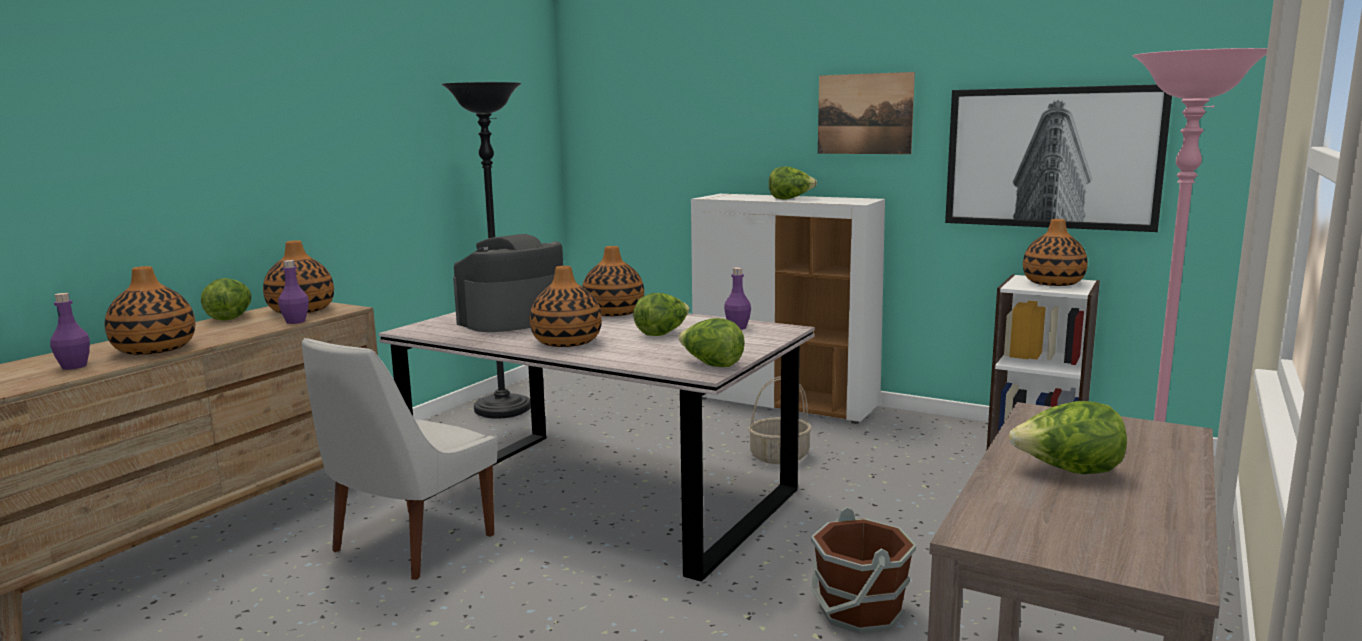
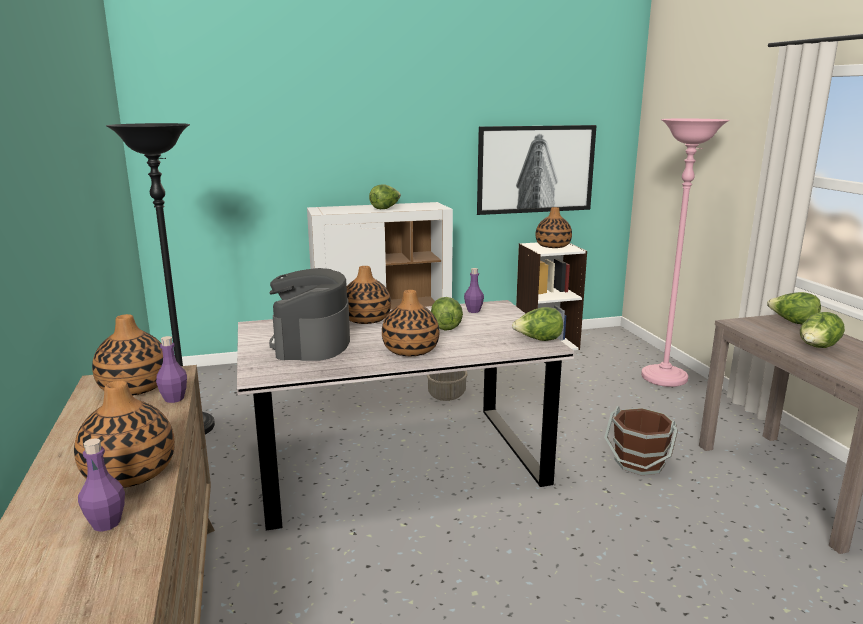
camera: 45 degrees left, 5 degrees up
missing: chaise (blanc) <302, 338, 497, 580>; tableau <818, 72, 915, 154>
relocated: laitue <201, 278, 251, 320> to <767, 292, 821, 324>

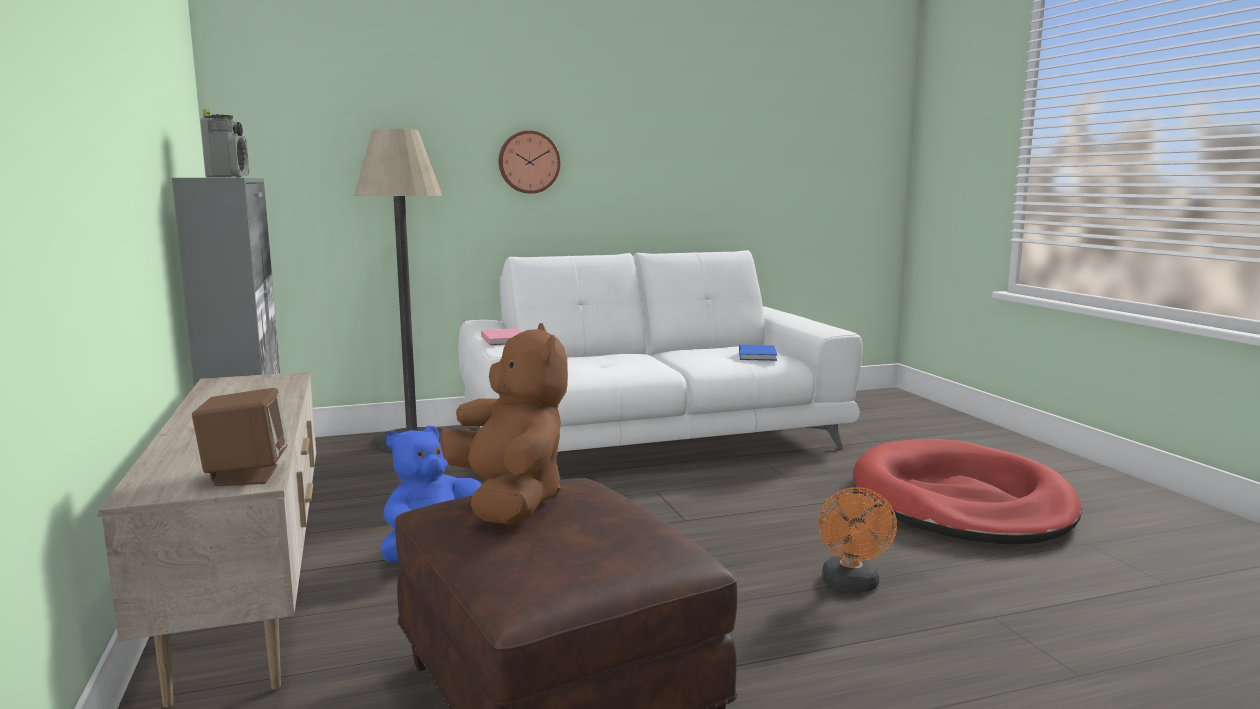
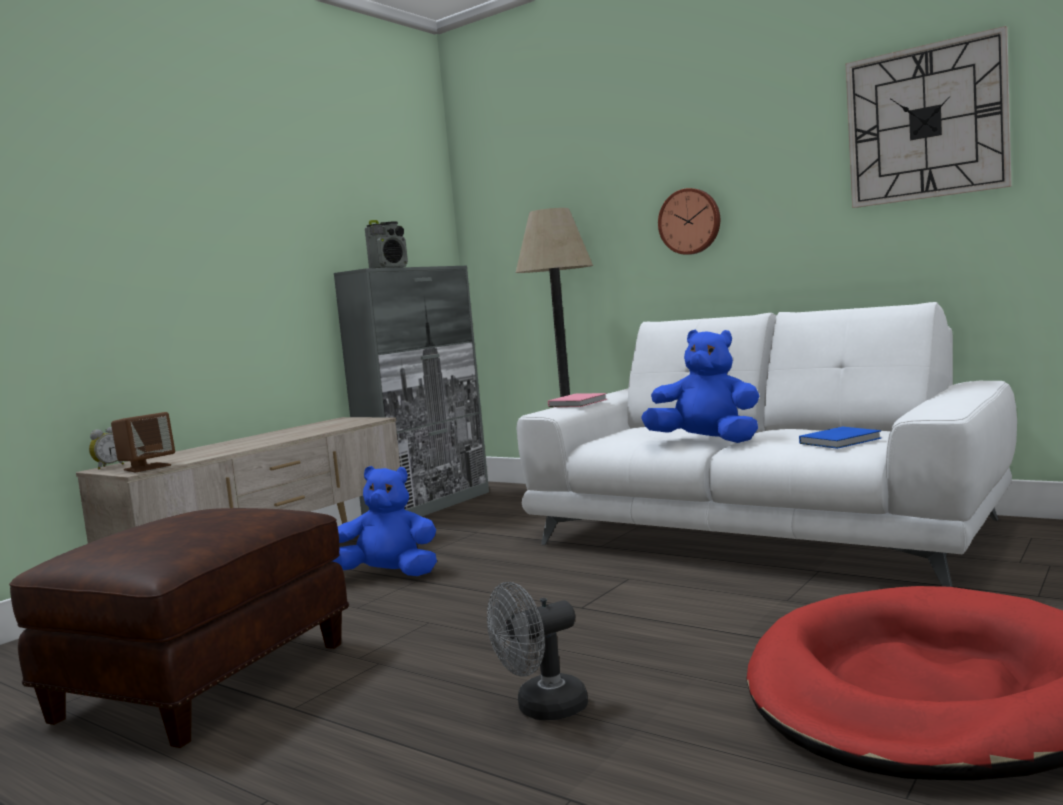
camera: 55 degrees right, 5 degrees down
missing: peluche (marron) <440, 323, 568, 525>
appeared: réveil <89, 427, 124, 469>; peluche (bleu) <641, 330, 759, 443>; horloge murale <846, 26, 1012, 208>
colour: ventilateur (orange) <818, 487, 897, 592> to ventilateur (gris) <487, 582, 588, 720>

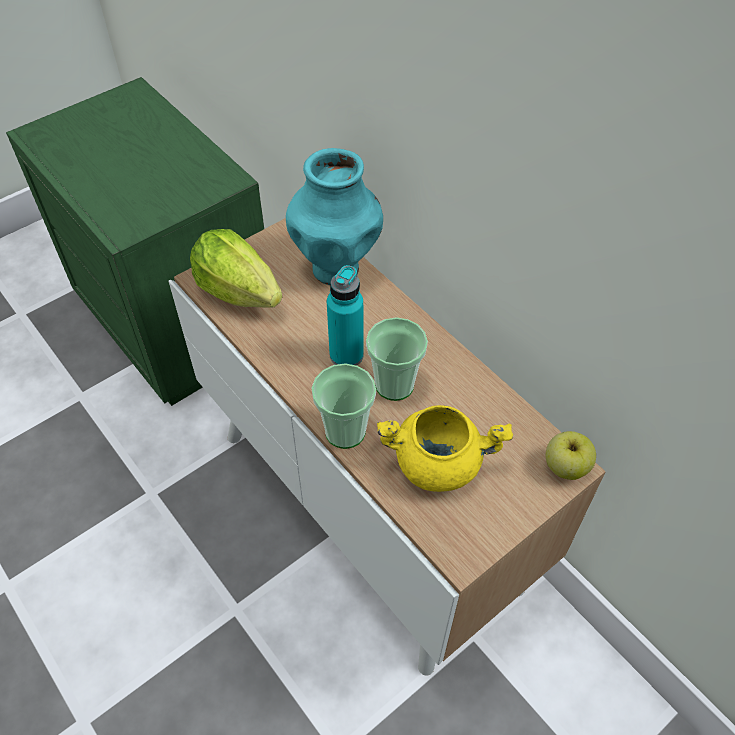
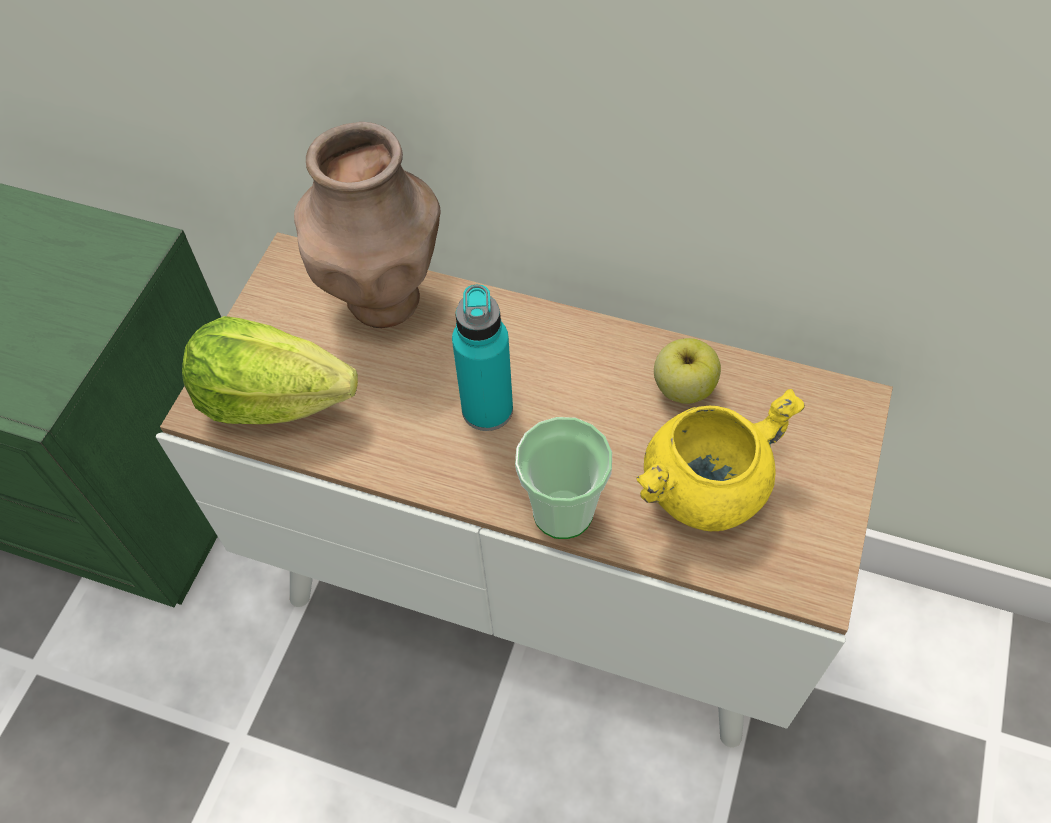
camera: 30 degrees left, 5 degrees up
missing: tasse <366, 317, 428, 401>
relocated: pomme <546, 431, 596, 480> to <654, 338, 721, 404>
colour: vase (turquoise) <286, 148, 383, 285> to vase (marron) <294, 122, 440, 328>

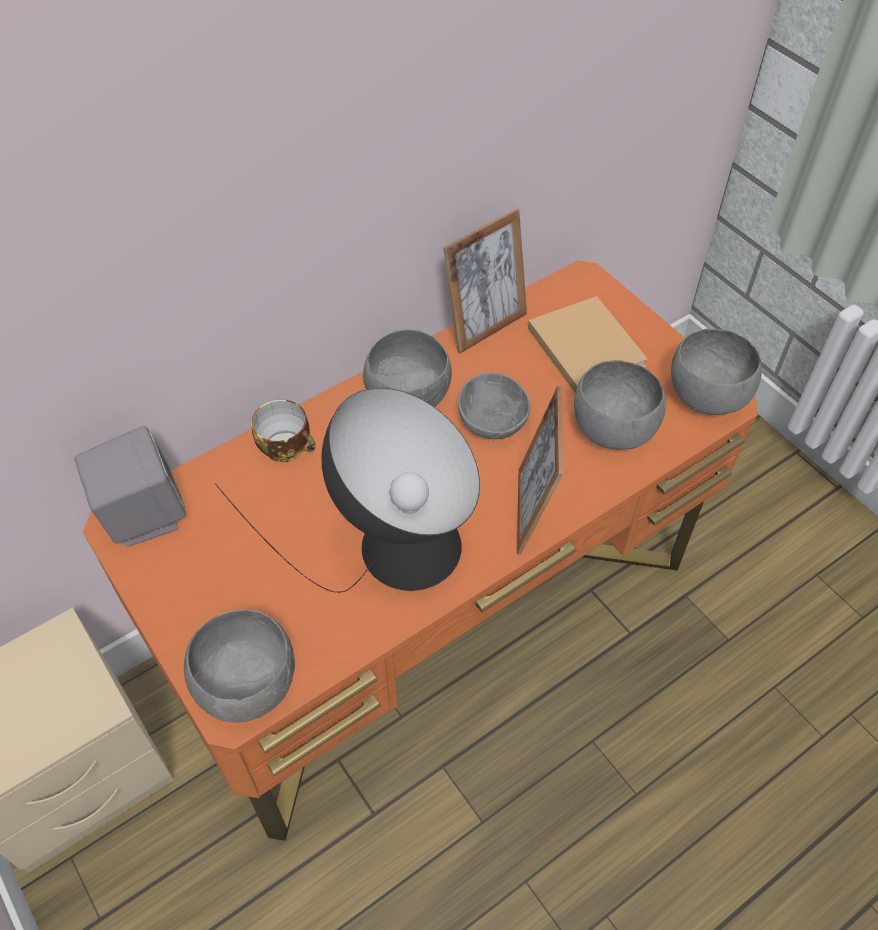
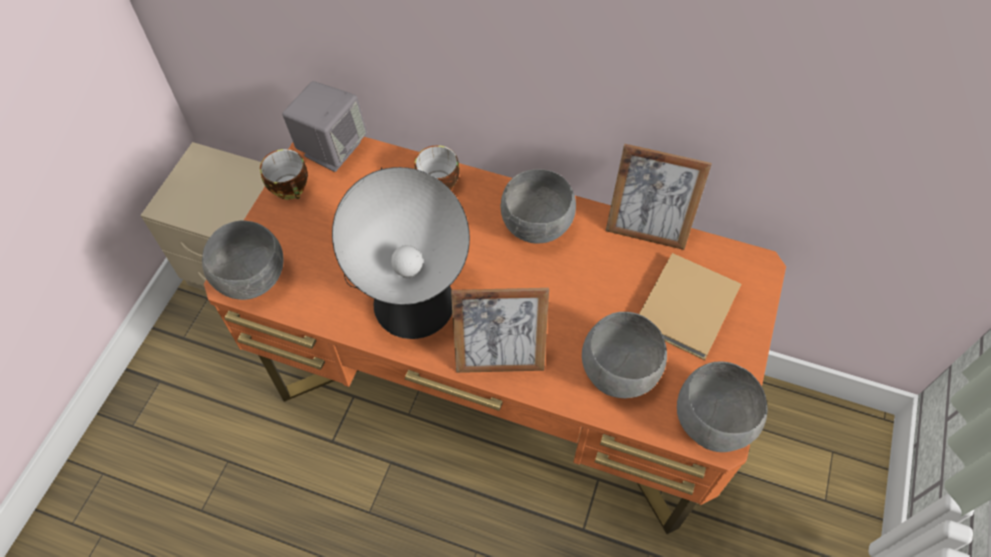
camera: 55 degrees right, 5 degrees up
missing: bol (gris) <458, 372, 531, 439>
appeared: tasse <260, 149, 308, 200>
spun: cadre photo <517, 385, 563, 555> = <451, 288, 549, 373> 150 degrees counterclockwise

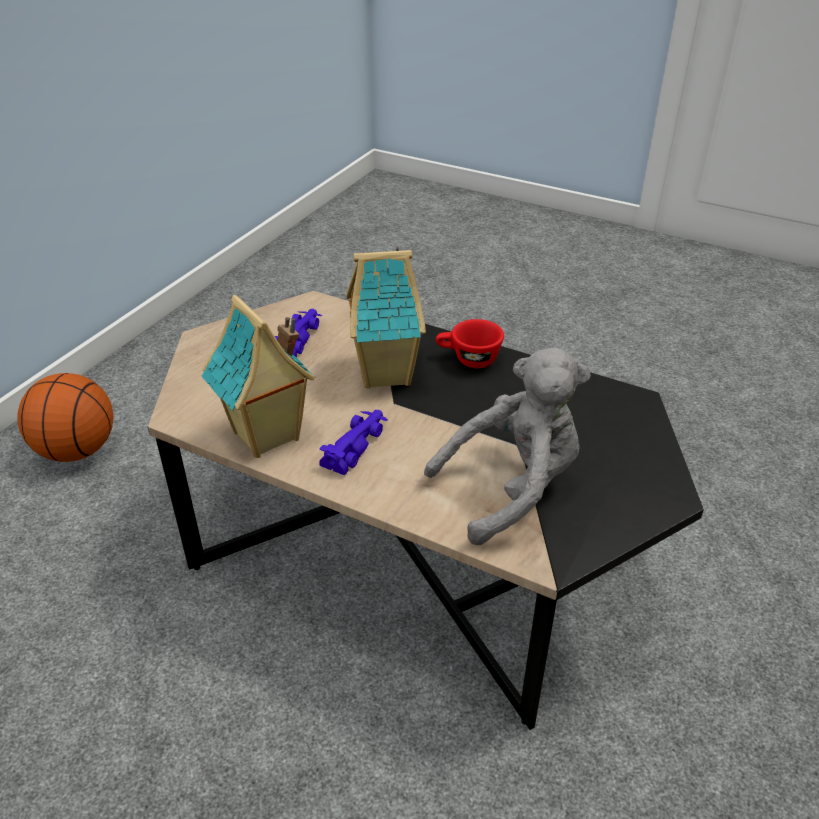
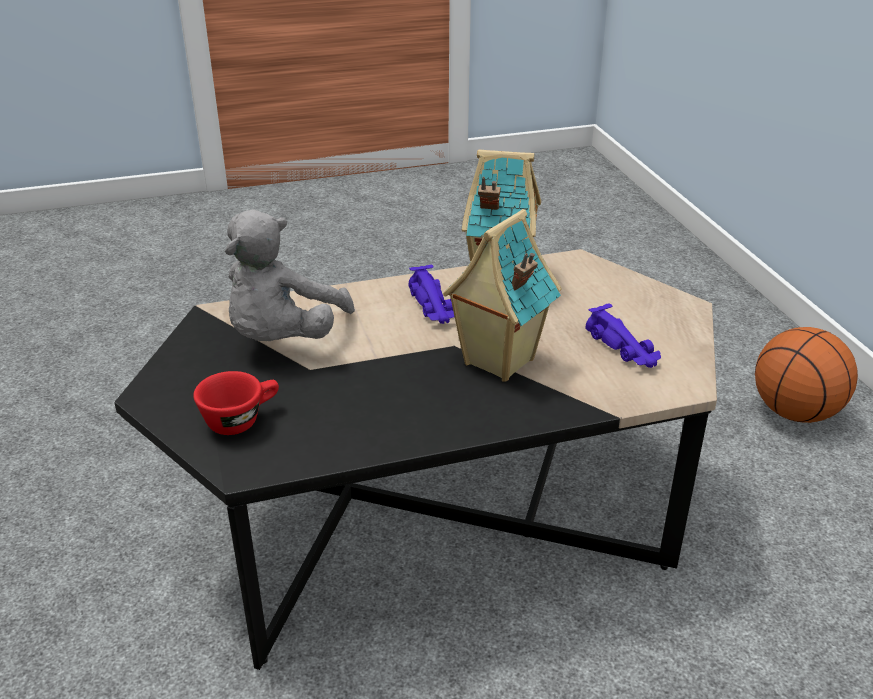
camera: 135 degrees right, 5 degrees down
relocated: tasse (rouge) <436, 319, 504, 368> to <193, 371, 279, 435>

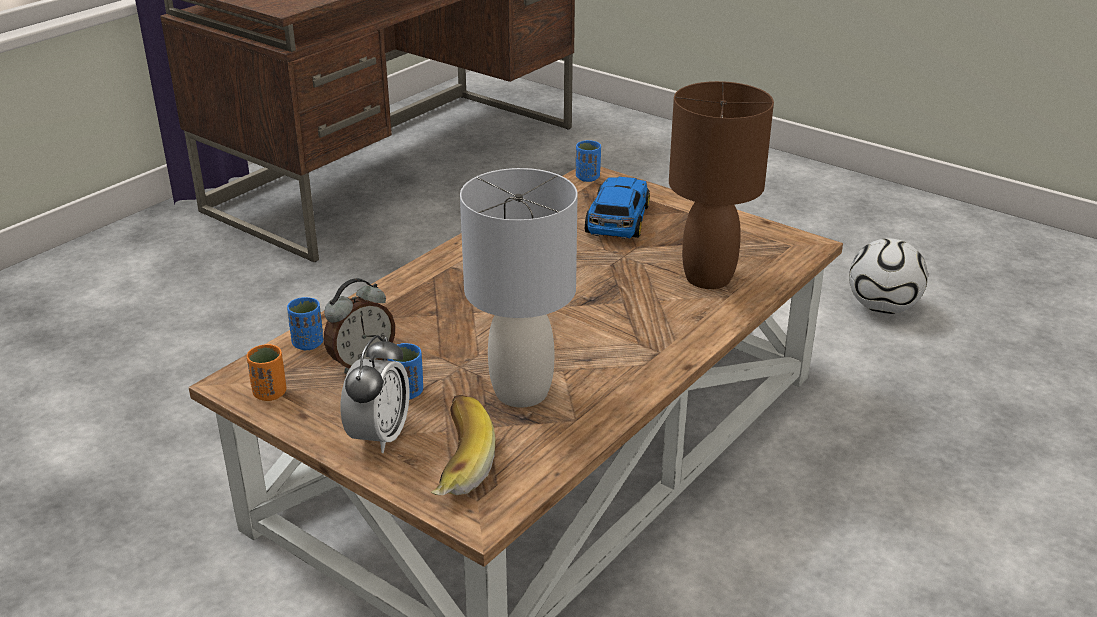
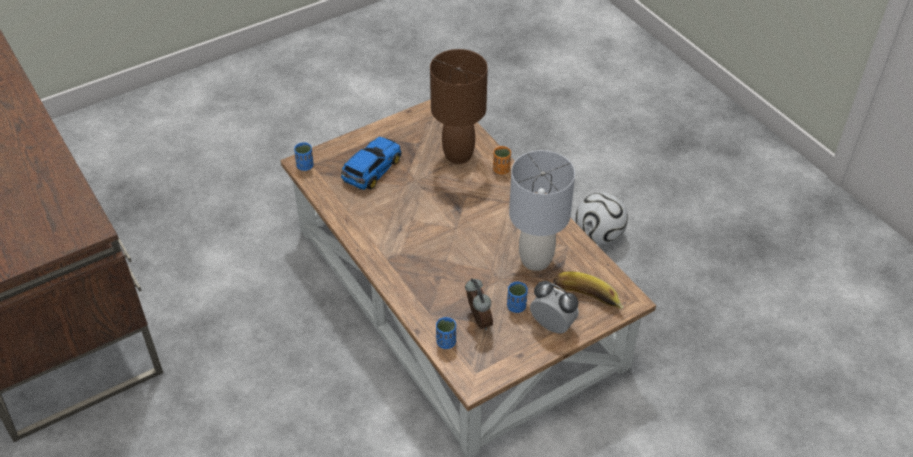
camera: 70 degrees left, 15 degrees up
relocated: tasse (orange) <247, 344, 286, 401> to <493, 146, 511, 175>; ballon de foot <849, 238, 928, 314> to <575, 192, 628, 244>
spun: petite voiture <585, 177, 650, 239> = <341, 137, 402, 190> 90 degrees clockwise

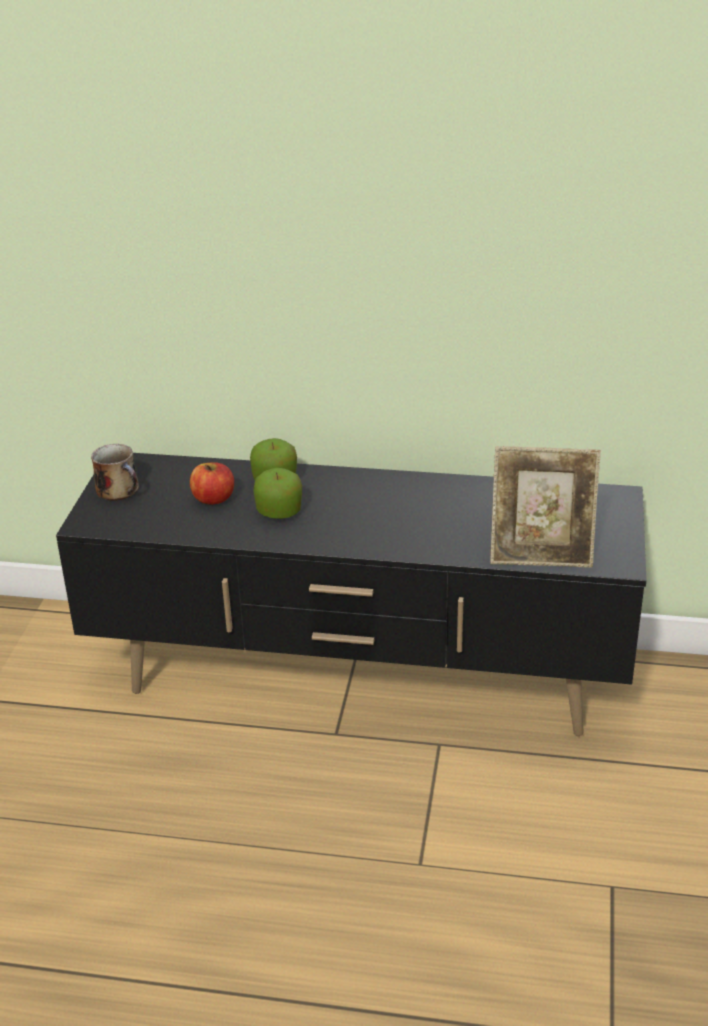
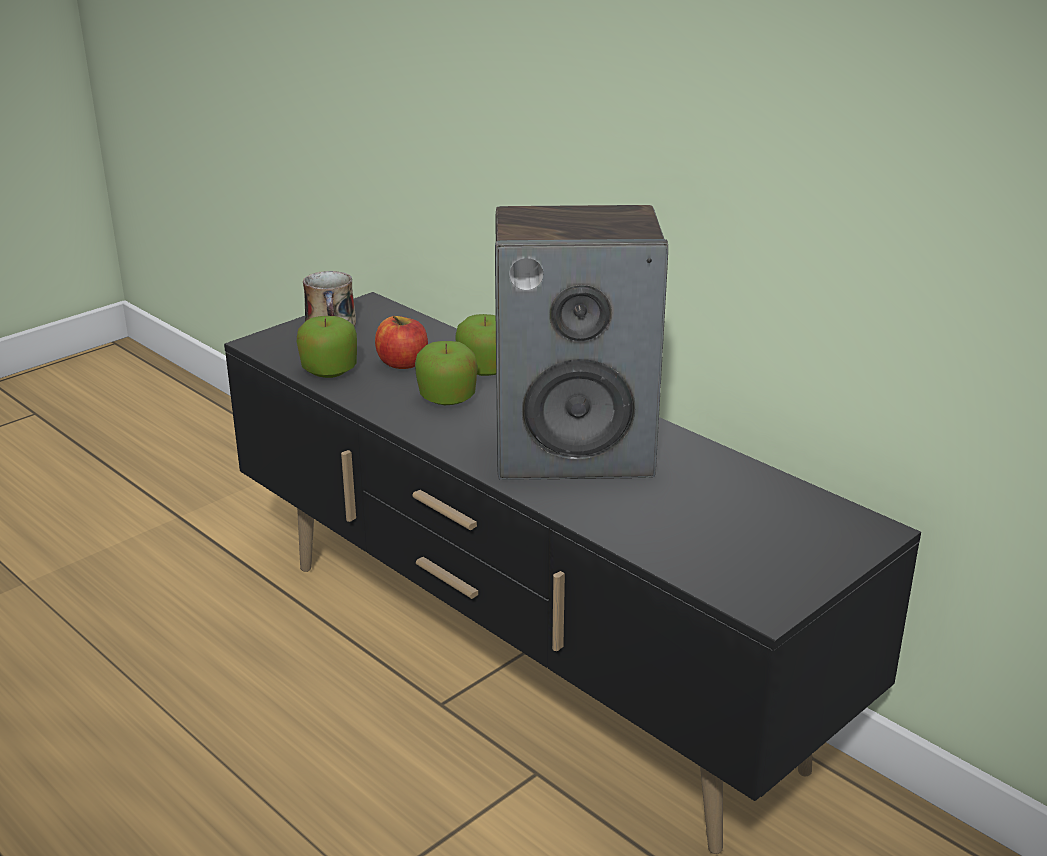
camera: 35 degrees right, 5 degrees down
missing: cadre photo <490, 446, 601, 568>
appeared: pomme <297, 316, 357, 378>; enceinte <495, 205, 668, 480>

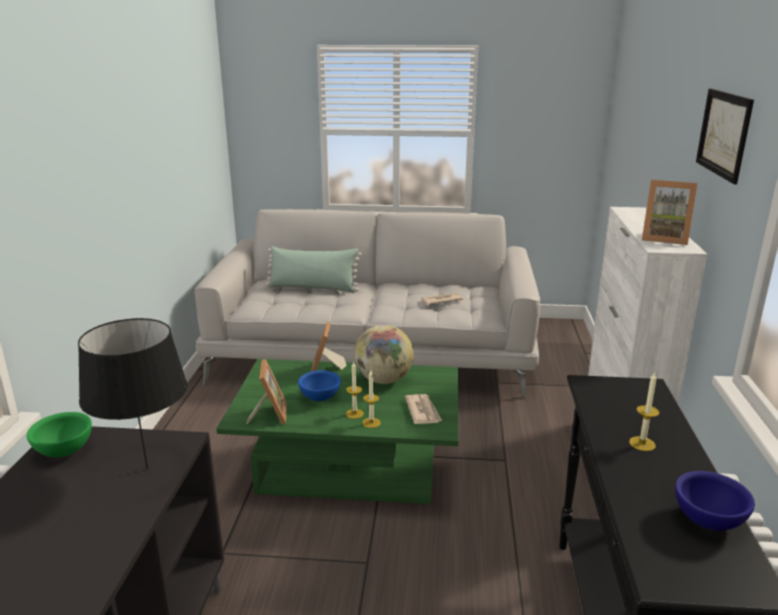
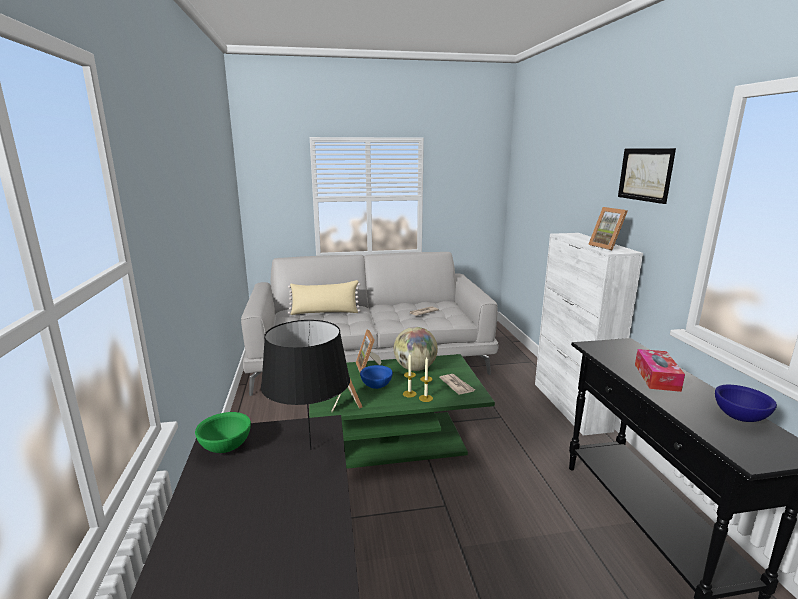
camera: 15 degrees left, 5 degrees down
exchanged: bougie <629, 371, 660, 451> to boîte à mouchoirs <635, 349, 685, 392>
colour: coussin (vert) <266, 246, 362, 293> to coussin (beige) <288, 280, 361, 315>
spun: cadre photo <642, 180, 698, 245> = <588, 207, 628, 250> 60 degrees clockwise

